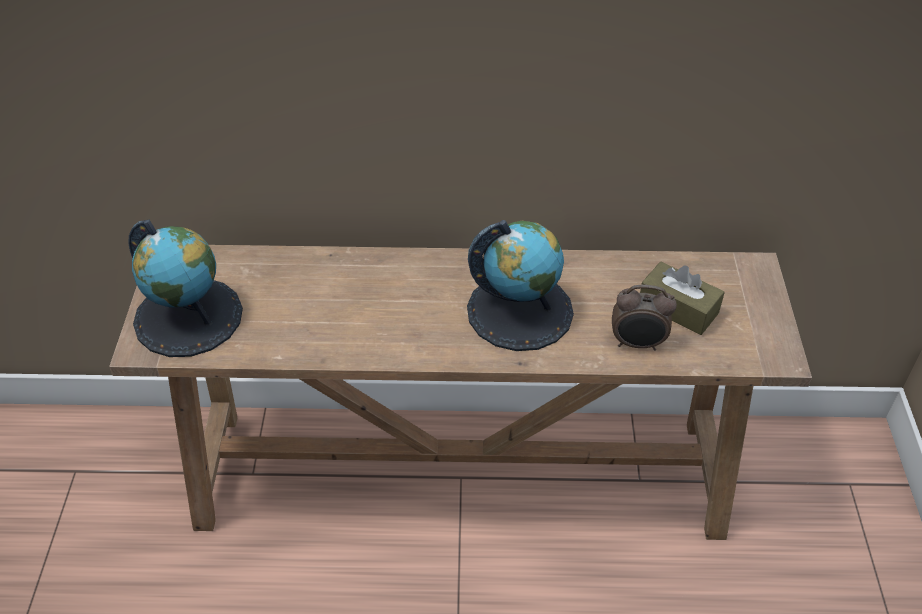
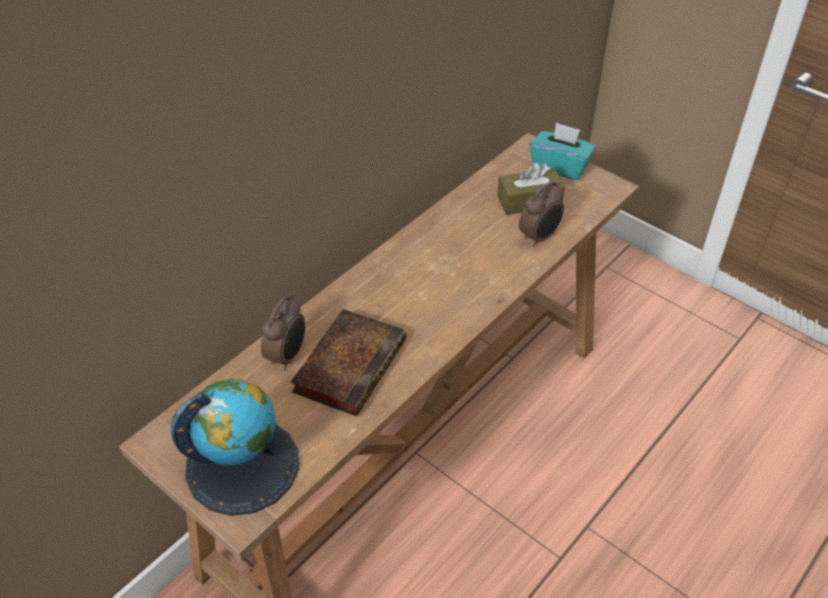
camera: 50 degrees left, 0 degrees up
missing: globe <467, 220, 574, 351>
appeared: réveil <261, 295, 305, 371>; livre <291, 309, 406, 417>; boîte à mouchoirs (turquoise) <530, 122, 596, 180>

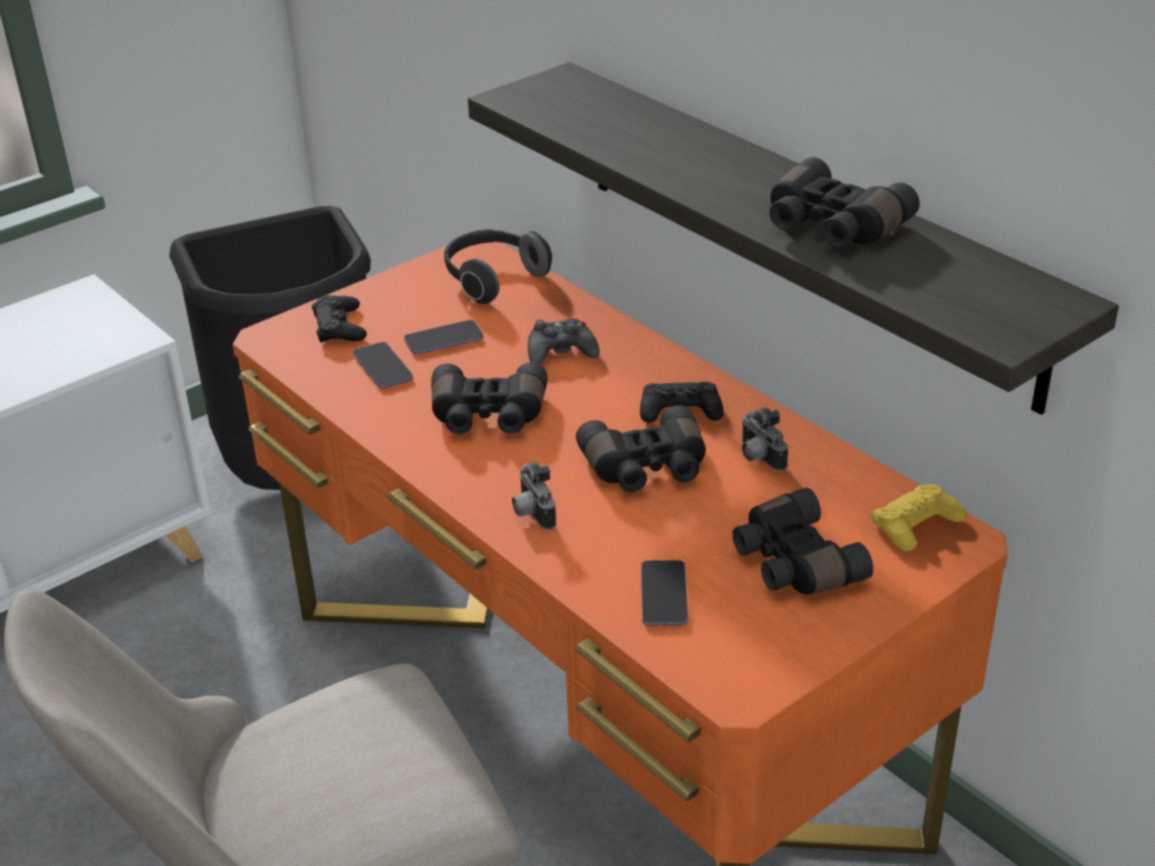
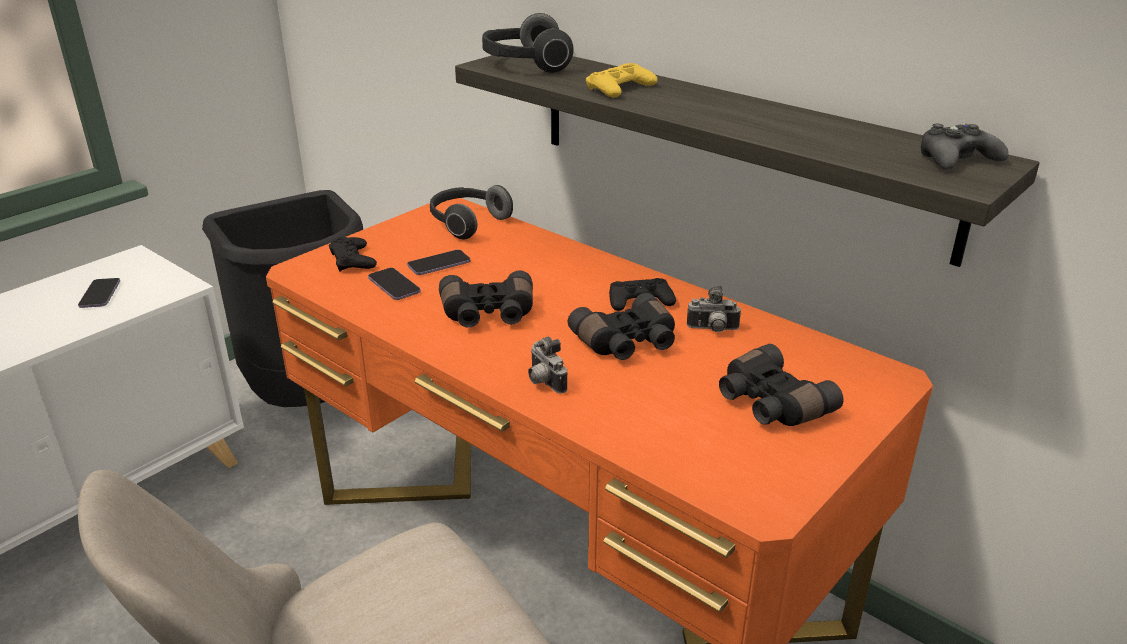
camera: 10 degrees left, 5 degrees down
missing: jumelles (noir) <769, 157, 920, 247>
appeared: casque audio <482, 13, 574, 73>
relocated: manette (noir) <528, 318, 600, 364> to <920, 123, 1009, 170>; téléphone <641, 560, 688, 626> to <78, 278, 120, 308>; manette (jaune) <871, 484, 967, 552> to <586, 63, 658, 98>
spun: appareil photo <742, 407, 788, 472> = <687, 285, 741, 332> 45 degrees counterclockwise

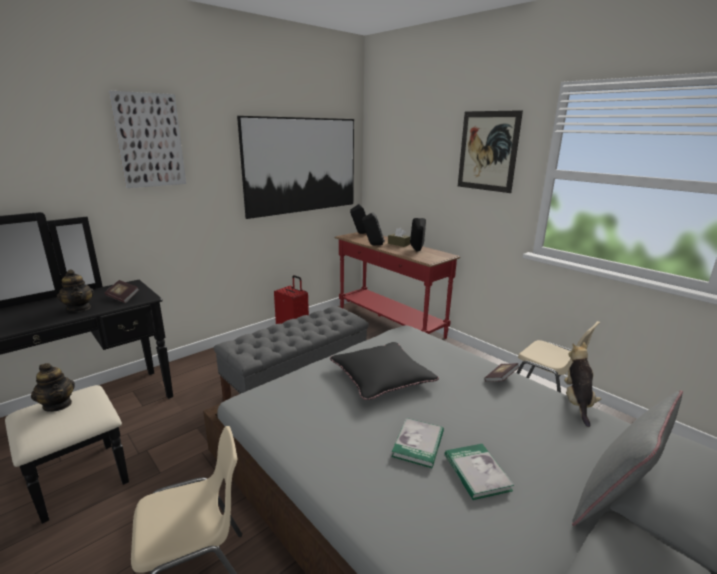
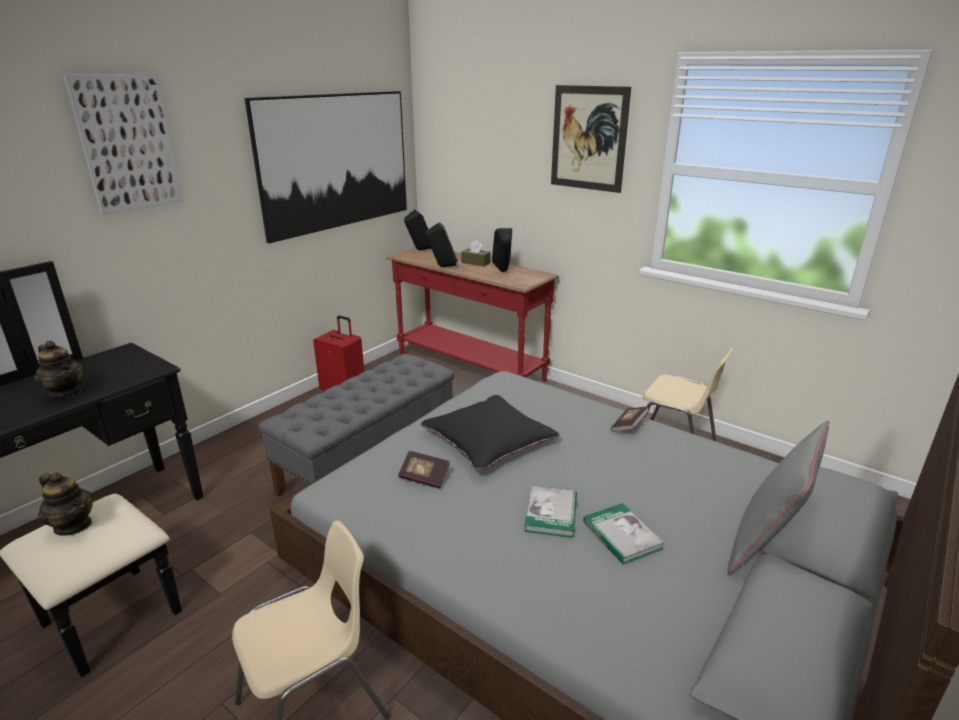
camera: 10 degrees left, 5 degrees up
missing: peluche <564, 342, 601, 427>
relocated: livre <105, 280, 139, 303> to <398, 451, 449, 489>

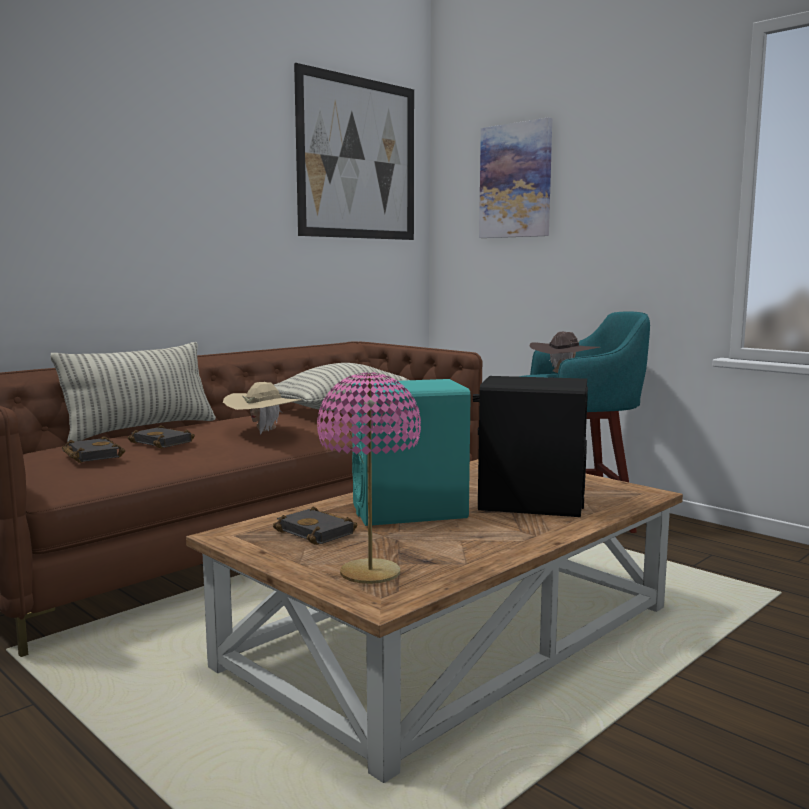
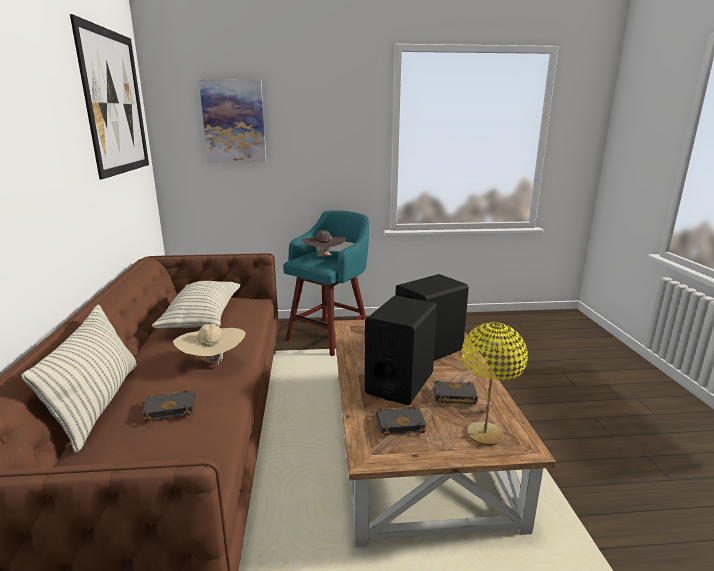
camera: 50 degrees left, 10 degrees up
relocated: livre (noir) <62, 436, 125, 463> to <434, 380, 478, 405>
colour: lampe de table (rose) <317, 372, 421, 584> to lampe de table (jaune) <461, 322, 528, 446>; enceinte (turquoise) <352, 379, 471, 526> to enceinte (noir) <365, 295, 437, 405>

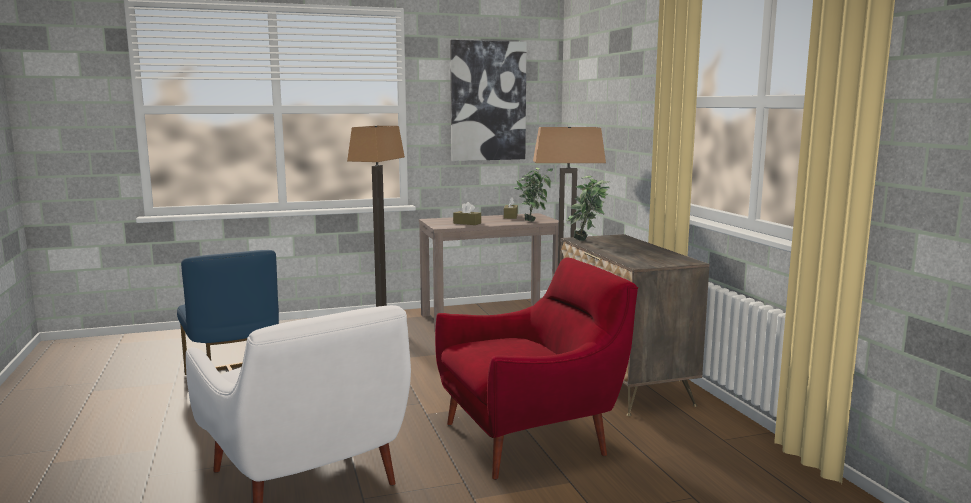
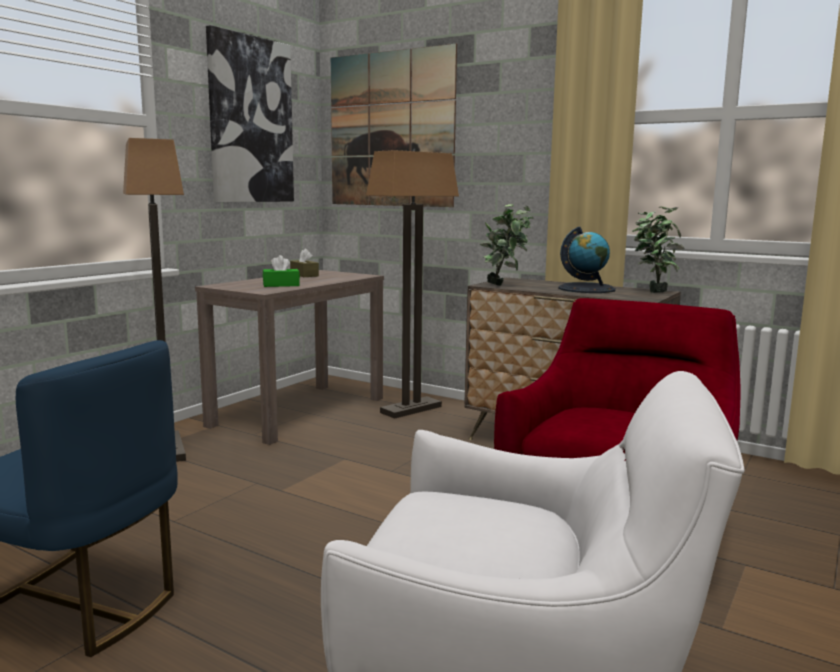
camera: 40 degrees left, 0 degrees up
appeared: tableau <331, 44, 457, 207>; globe <558, 226, 616, 293>
relocated: plante en pot <514, 168, 554, 221> to <632, 207, 685, 293>
colour: boîte à mouchoirs (marron) <453, 202, 481, 225> to boîte à mouchoirs (vert) <263, 255, 300, 287>

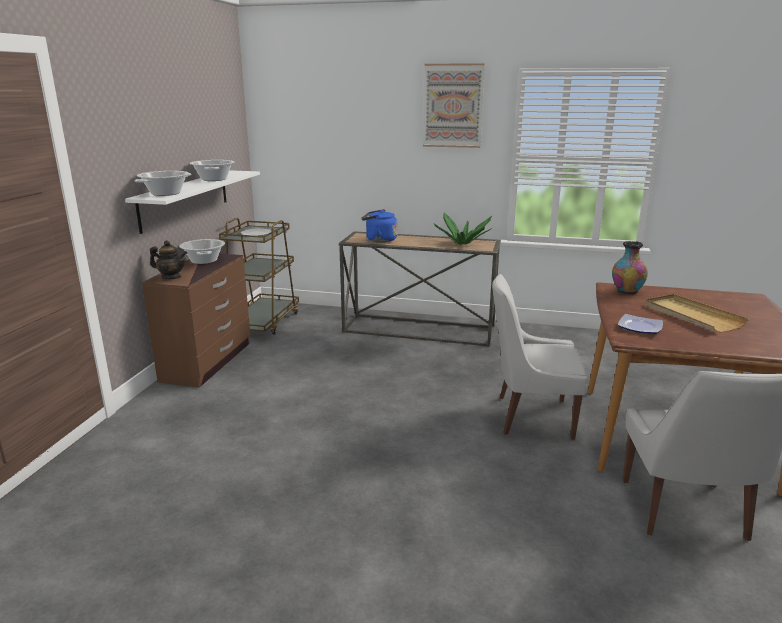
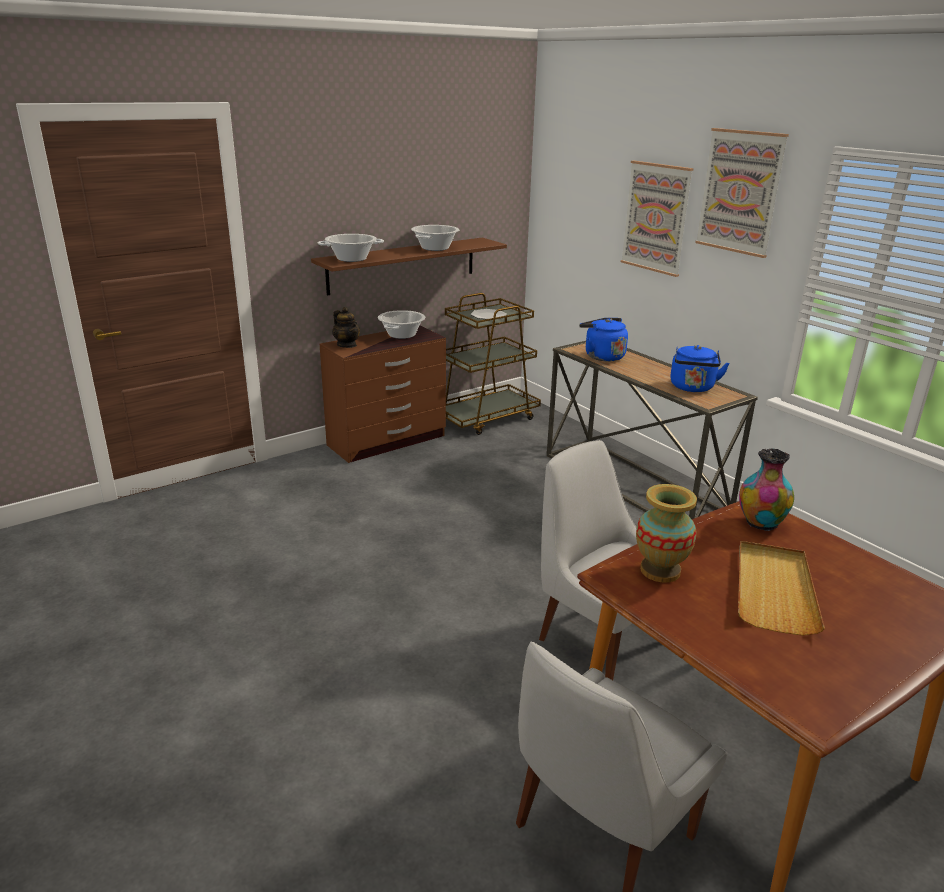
camera: 40 degrees right, 5 degrees up
appeared: tableau <621, 161, 693, 277>
exchanged: plante en pot <434, 212, 492, 245> to bouilloire (bleu) <670, 345, 730, 392>; assiette <618, 314, 663, 334> to vase <636, 484, 697, 583>
colour: étagère (blanc) <125, 170, 260, 234> to étagère (marron) <311, 238, 507, 295>

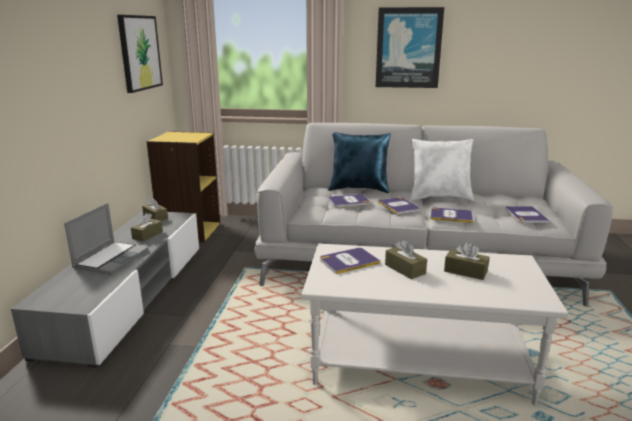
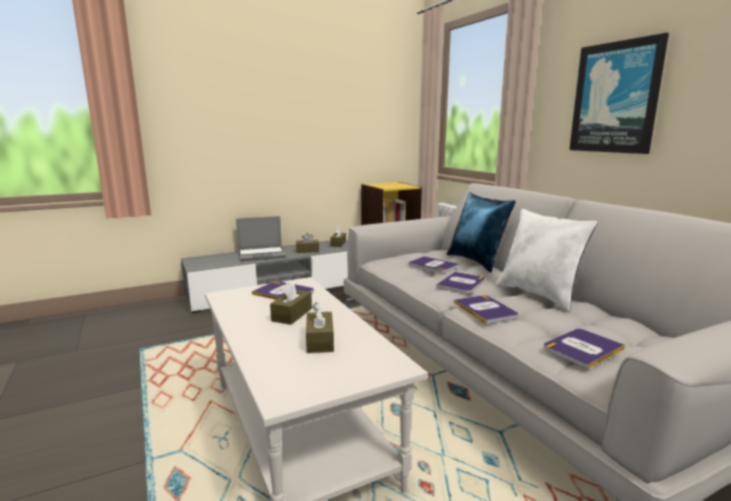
camera: 55 degrees right, 5 degrees down
missing: tableau <117, 15, 163, 93>

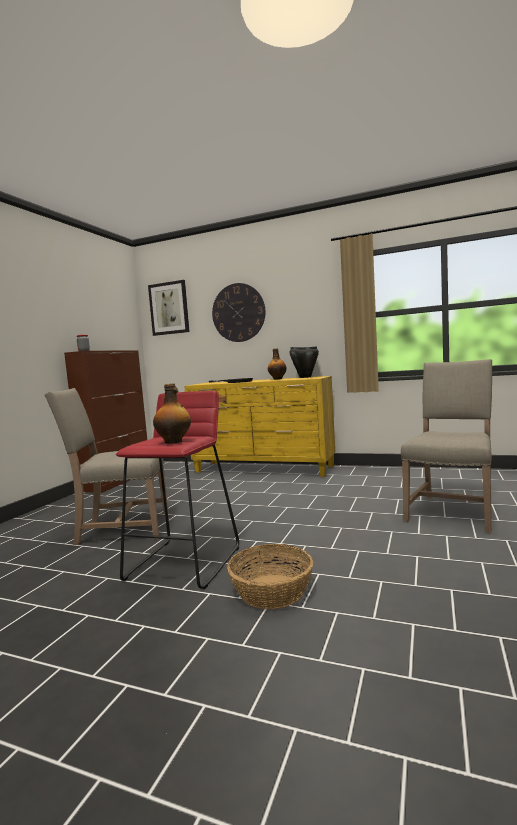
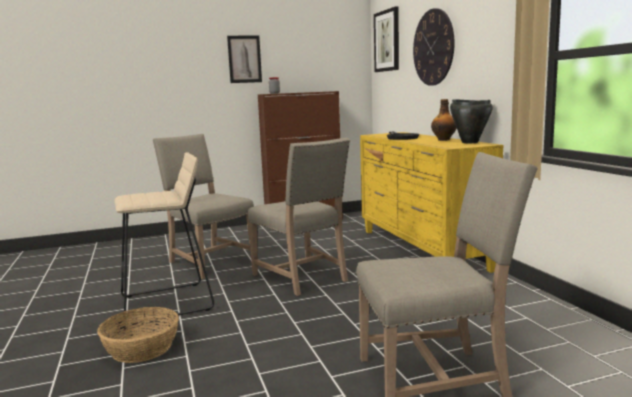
camera: 50 degrees right, 5 degrees up
missing: bouteille <153, 384, 191, 444>
appeared: tableau <227, 36, 262, 83>; chaise (beige) <248, 138, 350, 296>
colour: tabouret (rouge) <116, 391, 239, 589> to tabouret (beige) <115, 152, 214, 324>

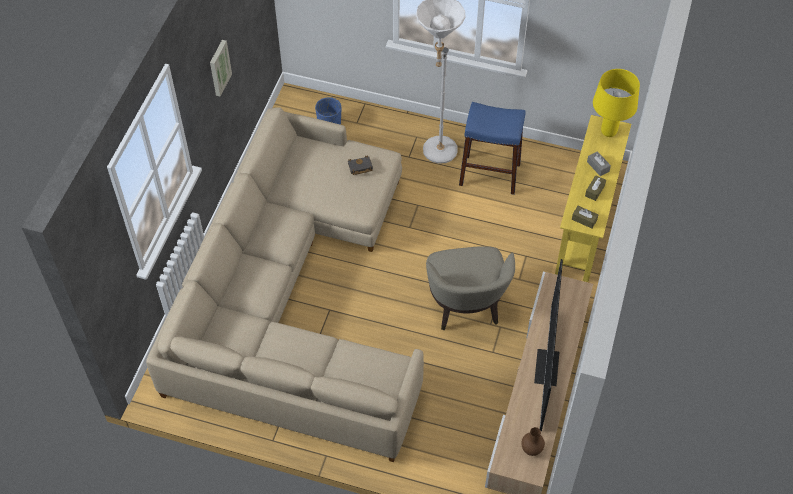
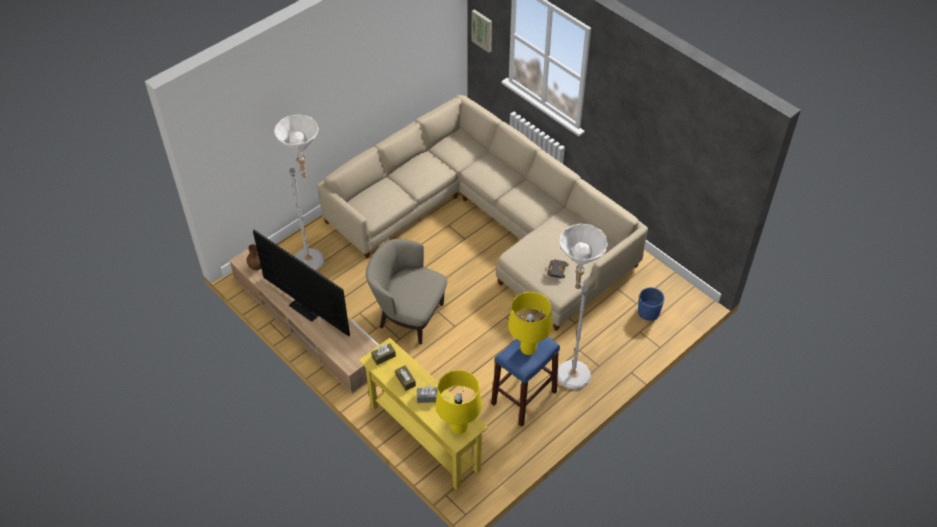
camera: 120 degrees right, 5 degrees down
appeared: lampadaire (blanc) <274, 114, 324, 271>; lampe de table (jaune) <508, 292, 552, 355>
relocated: tableau <210, 40, 232, 97> to <472, 9, 492, 53>

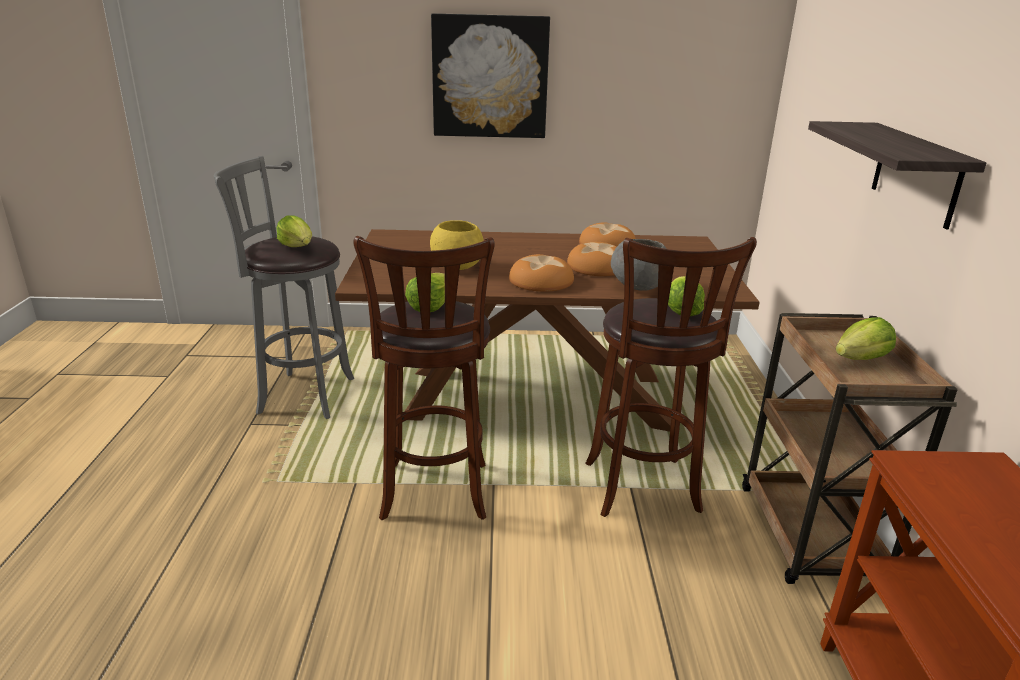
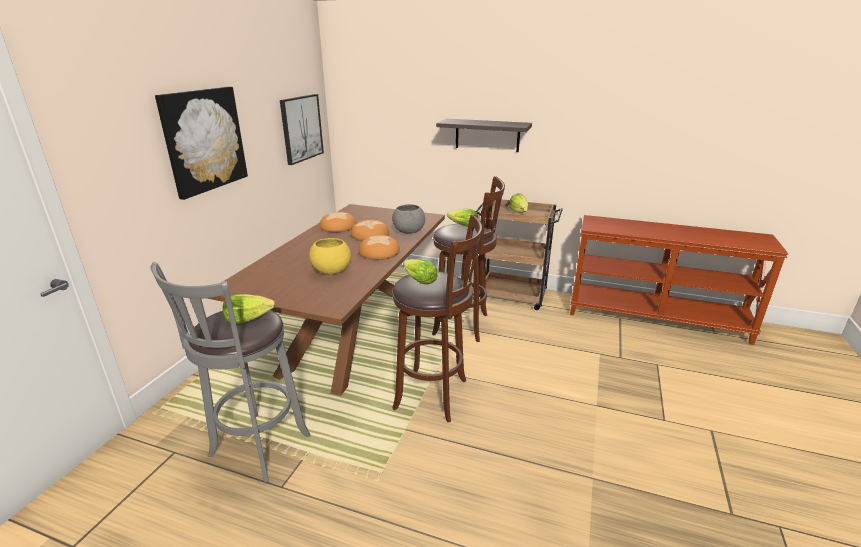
camera: 70 degrees left, 0 degrees up
appeared: tableau <280, 94, 324, 165>

